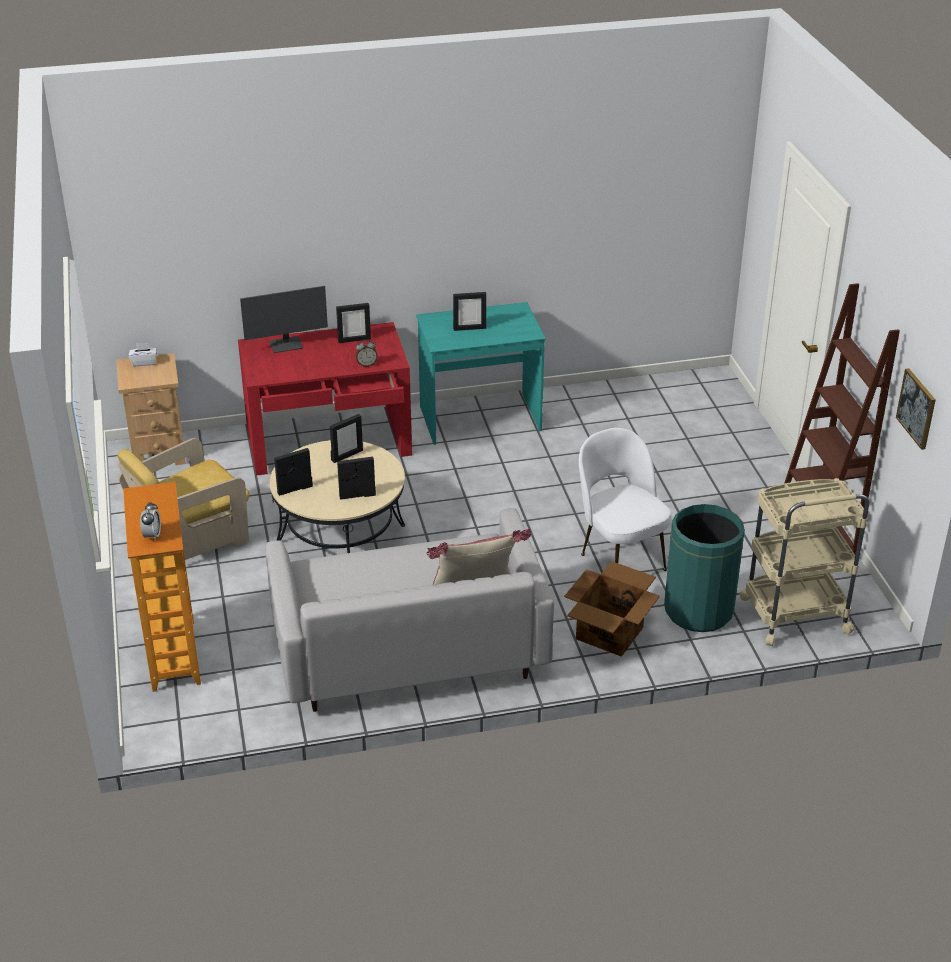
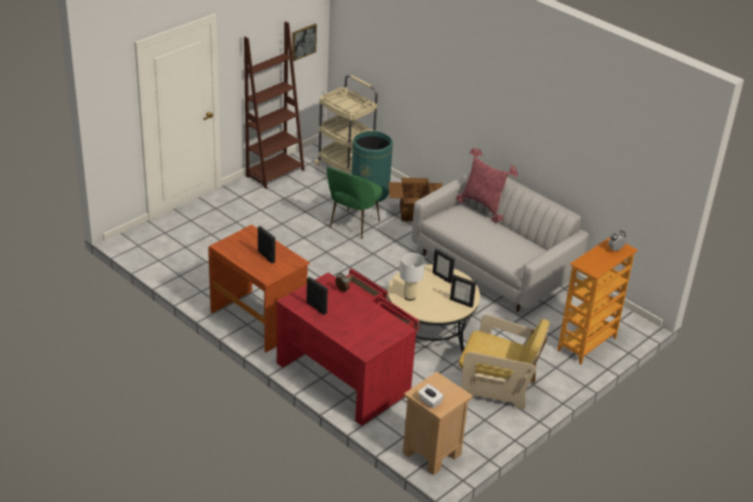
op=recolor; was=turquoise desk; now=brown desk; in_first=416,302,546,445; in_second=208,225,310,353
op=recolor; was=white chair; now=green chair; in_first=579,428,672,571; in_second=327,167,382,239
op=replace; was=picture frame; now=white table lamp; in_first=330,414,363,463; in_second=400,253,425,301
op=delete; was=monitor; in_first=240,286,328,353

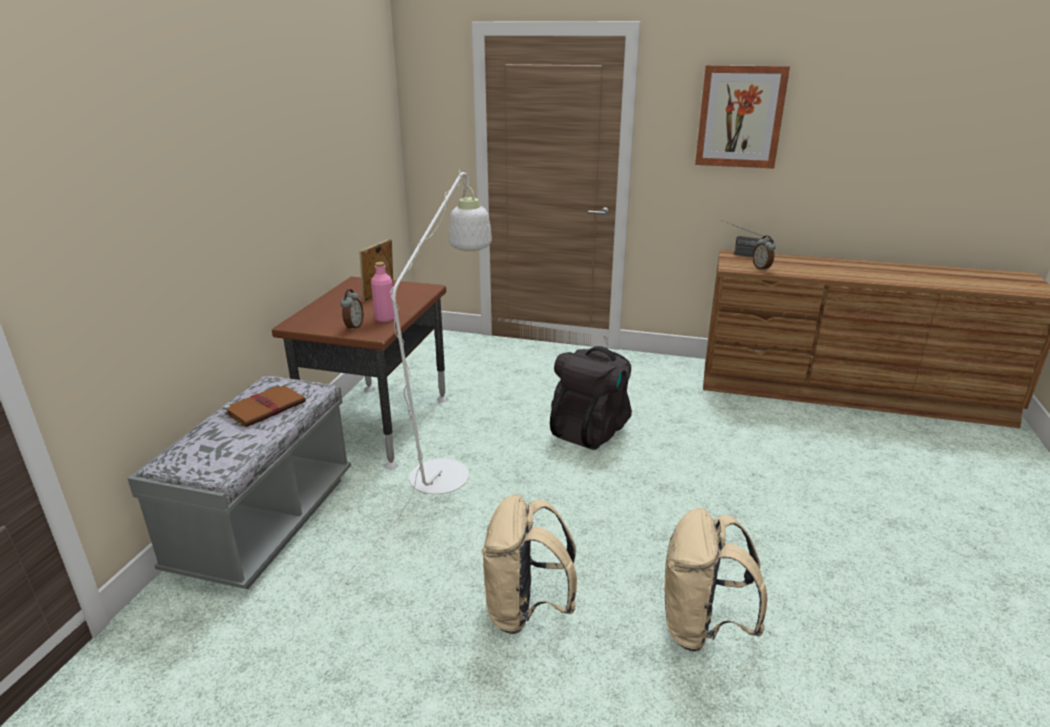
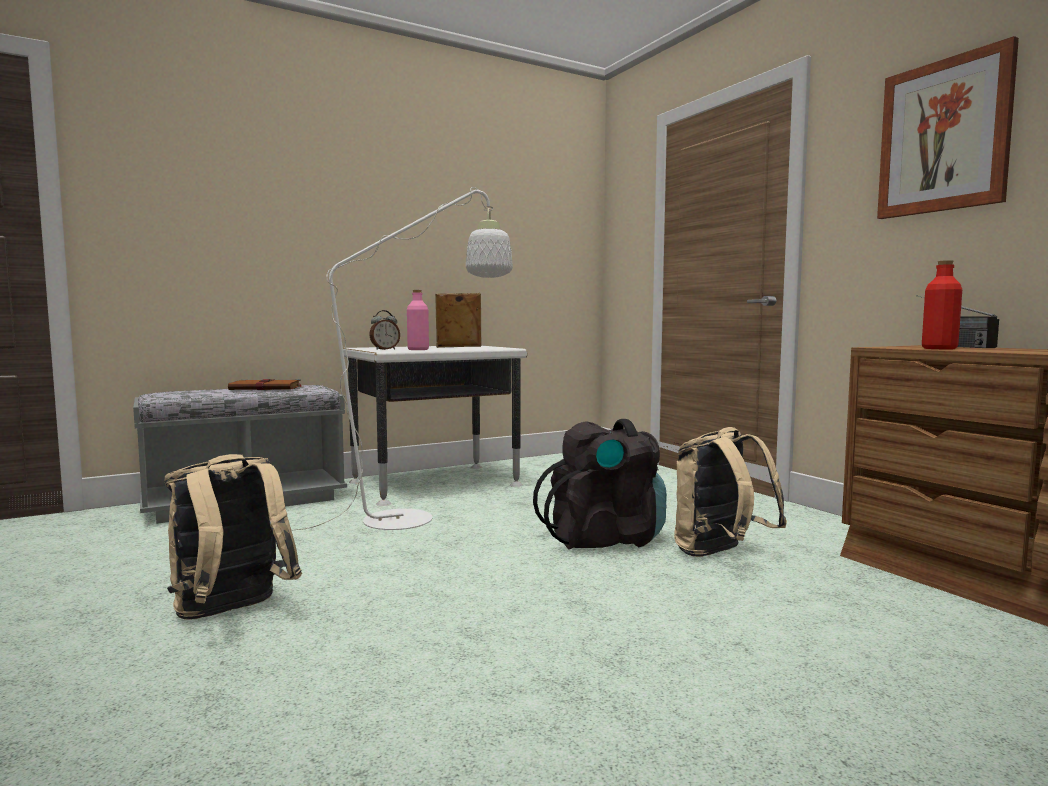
op=recolor; was=brown desk; now=white desk; in_first=272,277,449,470; in_second=343,346,527,506
op=move; was=beige backpack; in_first=664,508,768,652; in_second=674,427,787,557
op=replace; was=alarm clock; now=red bottle; in_first=753,236,776,271; in_second=922,260,962,349

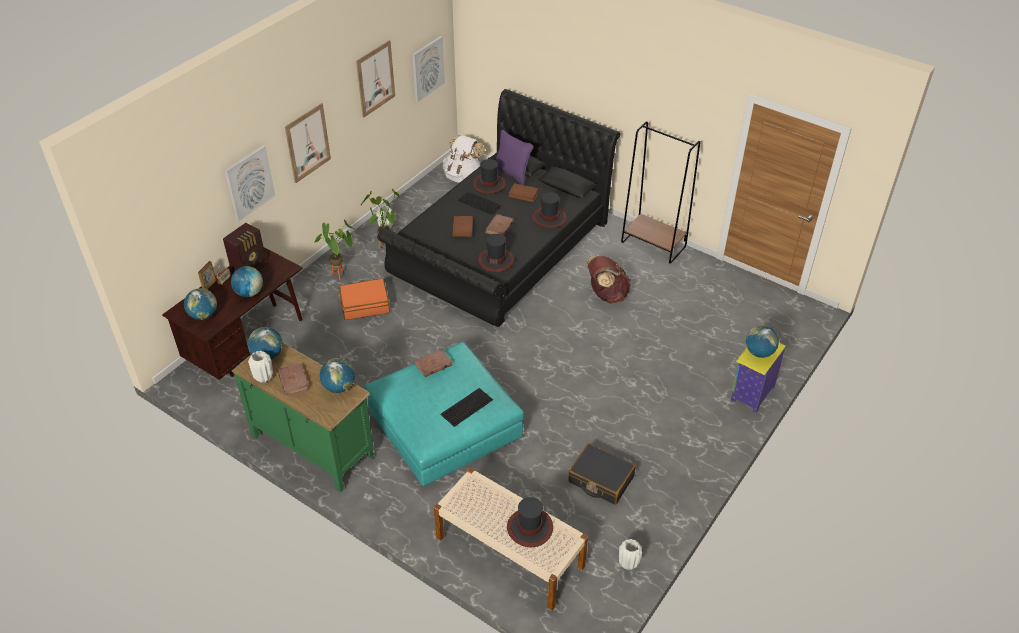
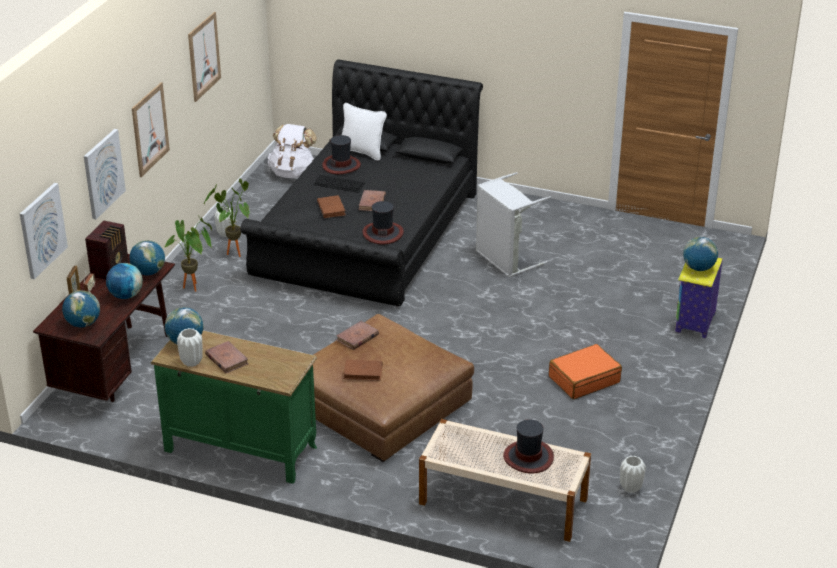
op=move; was=picture; in_first=412,36,445,102; in_second=20,183,68,279
op=move; was=globe; in_first=320,358,355,393; in_second=129,240,165,275
op=recolor; was=turquoise ottoman; now=brown ottoman; in_first=364,342,524,486; in_second=313,314,474,462
op=recolor; was=purple pillow; now=white pillow; in_first=495,130,533,185; in_second=342,103,387,160
op=move; was=brown book; in_first=508,183,539,202; in_second=343,359,382,381
op=replace; was=brown backpack; now=grey laundry basket; in_first=586,255,631,304; in_second=476,172,551,277
op=move; was=orange suitcase; in_first=339,278,390,320; in_second=549,344,622,399
op=delete; was=keyboard; in_first=440,388,493,427
op=delete; was=hat; in_first=532,192,567,228
op=delete; was=black suitcase; in_first=568,443,636,505
op=delete; was=clothes rack; in_first=621,121,700,264

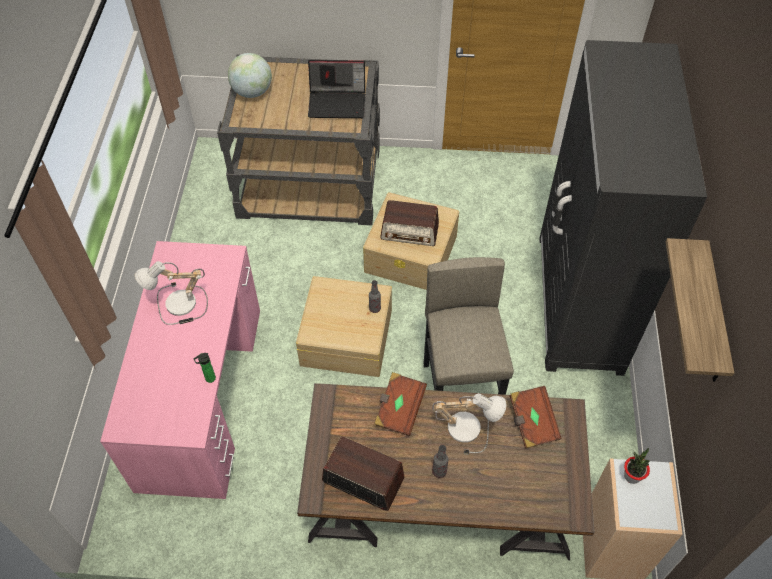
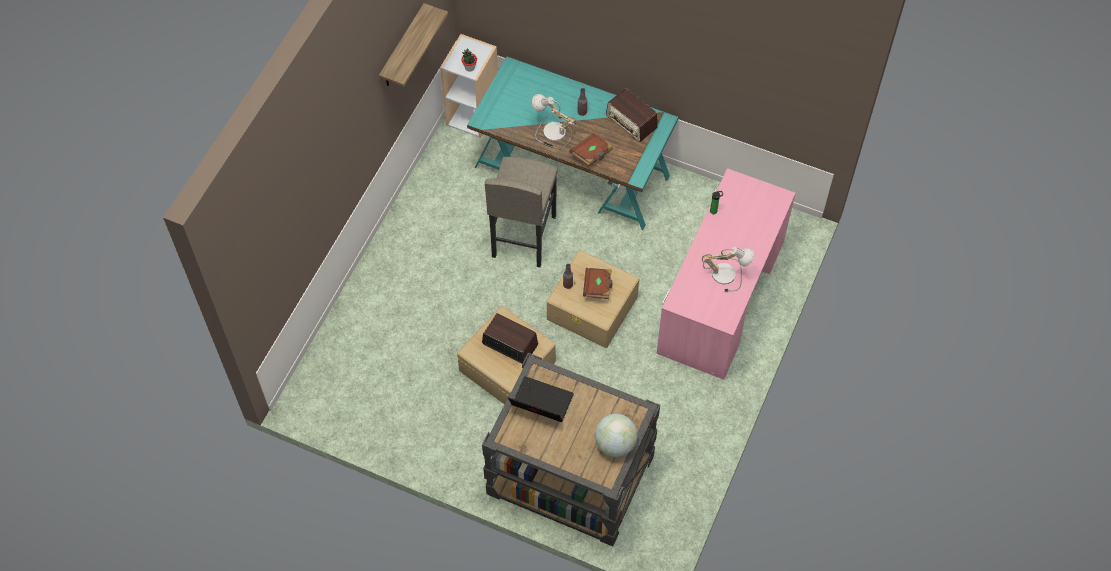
op=recolor; was=brown desk; now=turquoise desk; in_first=297,383,594,560; in_second=467,57,678,230
op=move; was=brown book; in_first=509,386,562,448; in_second=583,268,612,299
op=delete; was=black cabinet; in_first=539,40,707,376

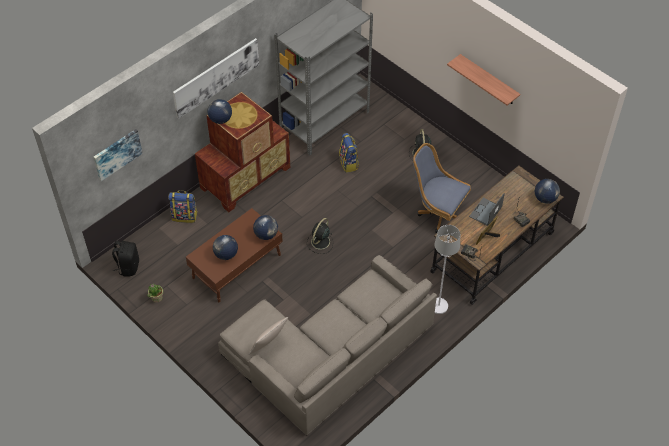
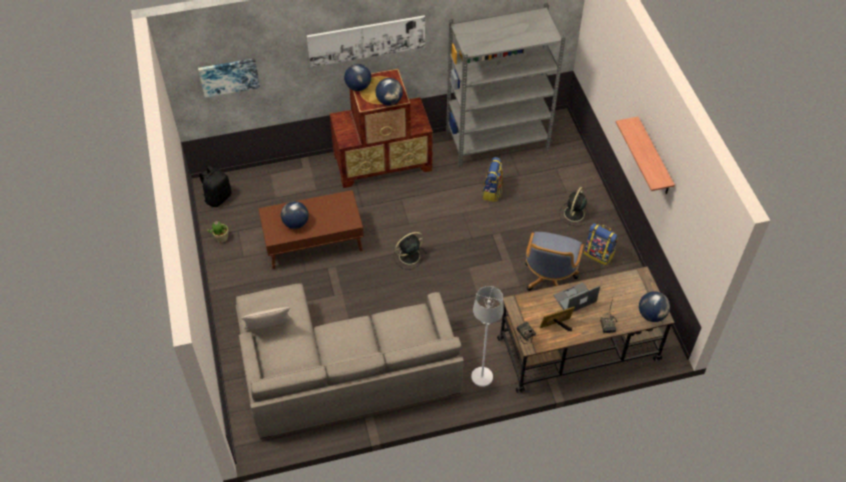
op=move; was=globe; in_first=253,215,278,240; in_second=375,78,403,106
op=rotate; was=blue office chair; in_first=413,143,471,233; in_second=525,232,584,291; clockwise=-135
op=move; was=backpack; in_first=168,191,198,223; in_second=584,223,618,266

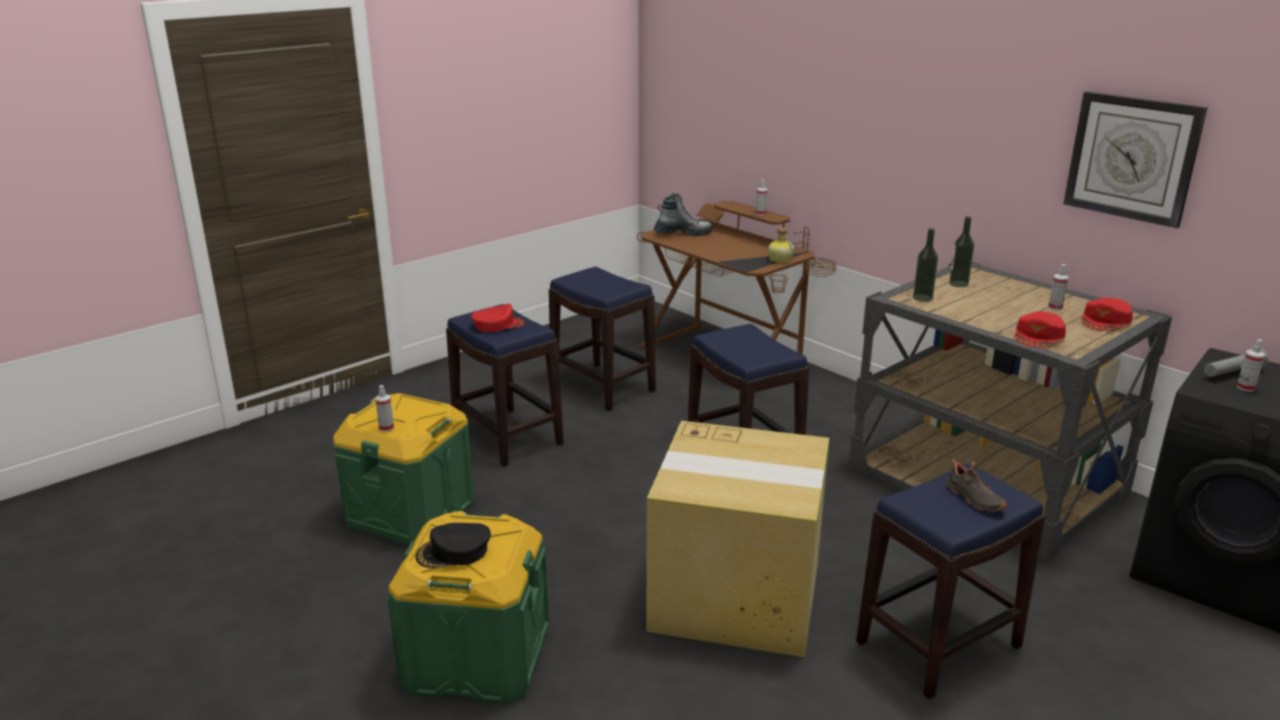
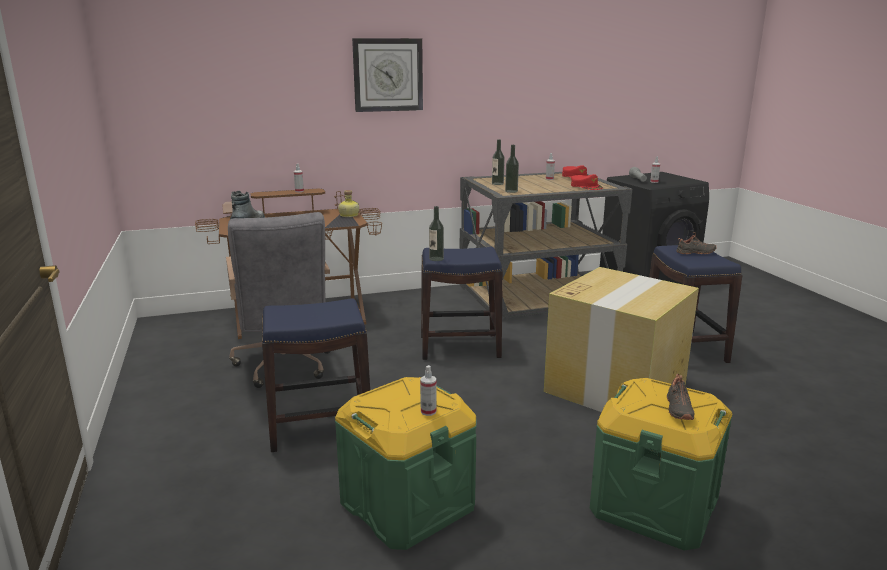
op=replace; was=stool; now=grey office chair; in_first=549,267,656,411; in_second=226,212,331,388
op=move; was=wall clock; in_first=1063,91,1208,228; in_second=352,38,423,112
op=insert; now=bottle; in_second=429,206,444,261
op=replace; was=black cap; now=black shoe; in_first=416,523,491,568; in_second=667,374,694,420
op=delete; was=red cap; in_first=471,304,525,332

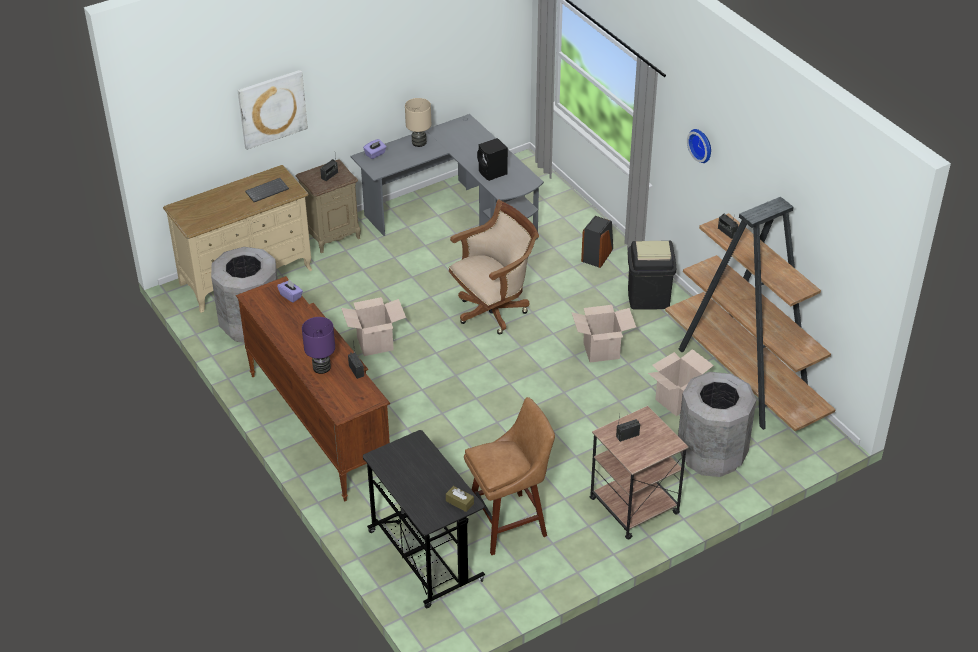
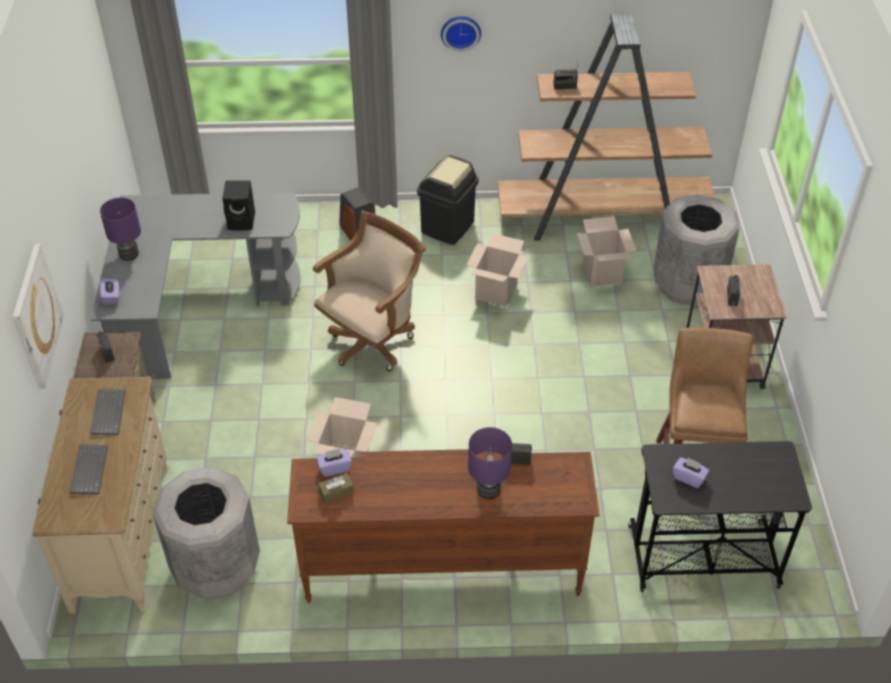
op=insert; now=keyboard; in_second=70,444,108,494
op=recolor; was=beige table lamp; now=purple table lamp; in_first=405,98,431,147; in_second=100,198,141,260
op=rotate; was=office chair; in_first=449,199,539,335; in_second=313,210,426,371; clockwise=45
op=move; was=brown tissue box; in_first=446,486,474,512; in_second=318,473,354,504
op=insert; now=purple tissue box; in_second=673,457,709,488

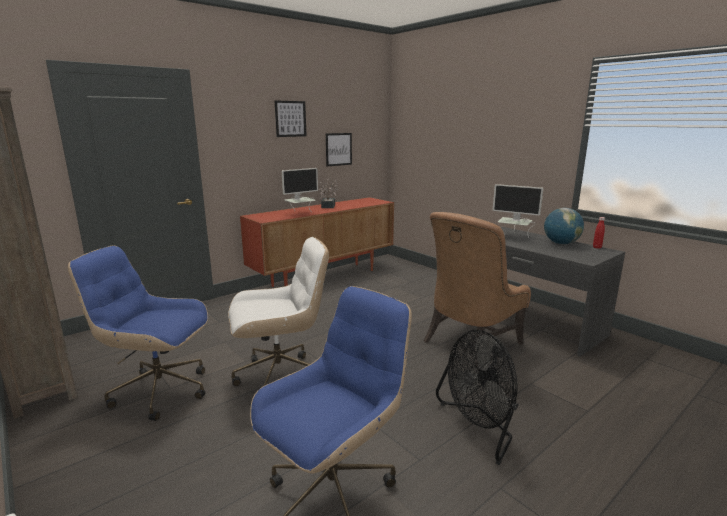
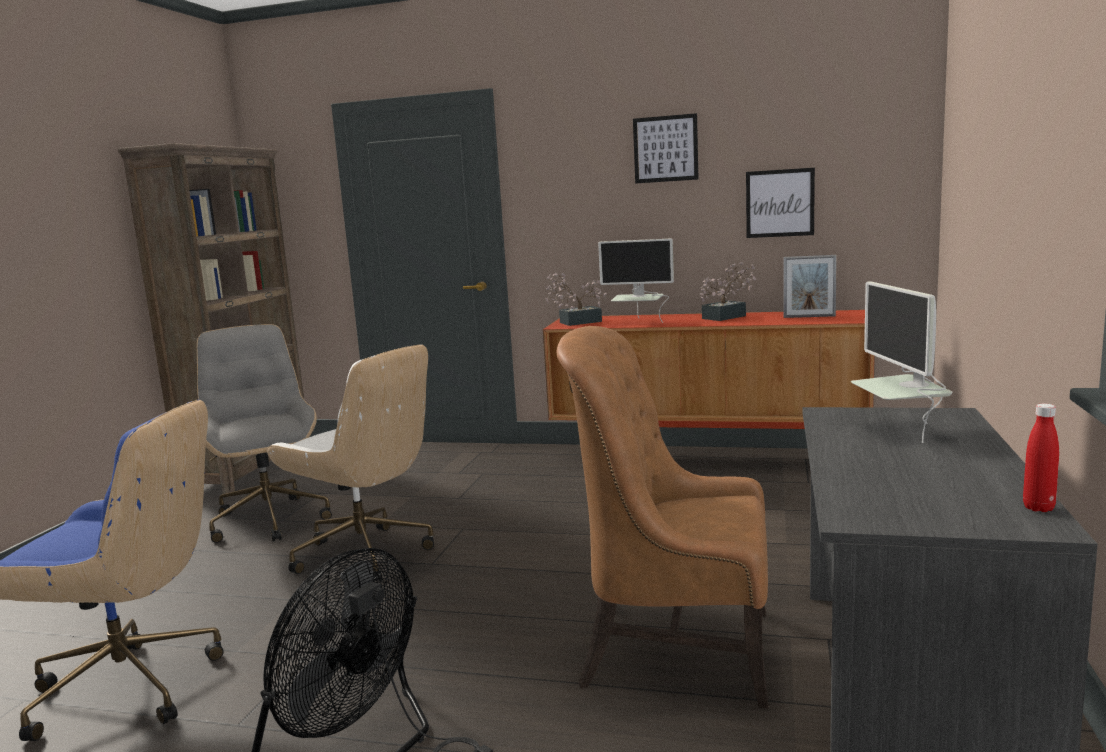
op=recolor; was=blue office chair; now=grey office chair; in_first=68,246,208,421; in_second=197,324,332,543
op=insert; now=potted plant; in_second=545,273,607,326
op=insert; now=picture frame; in_second=784,255,837,318
op=delete; was=globe; in_first=544,208,584,244

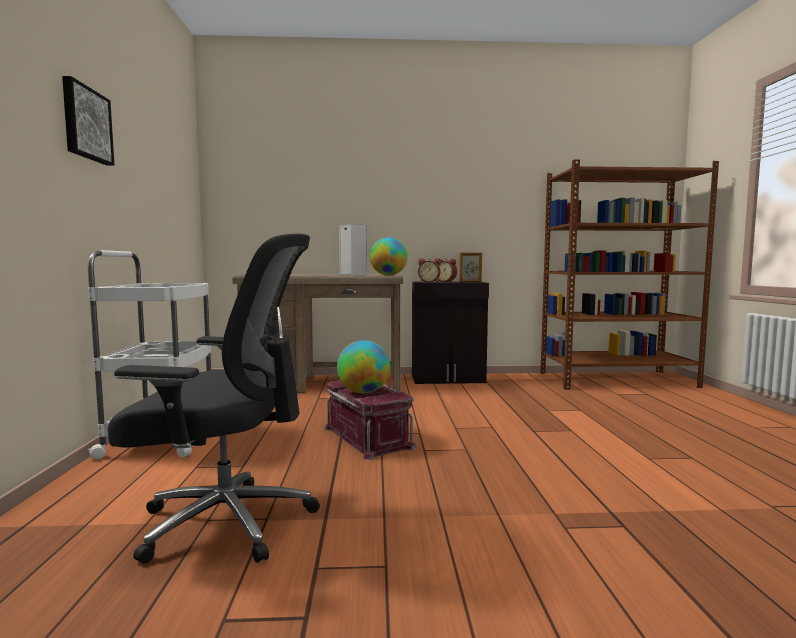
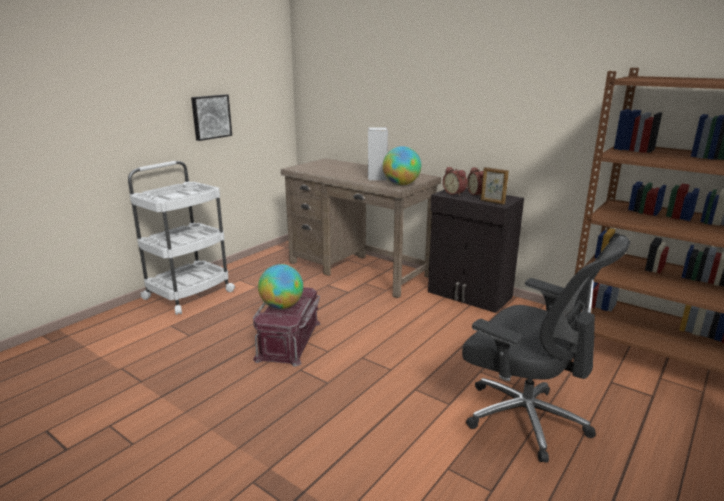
op=move; was=picture; in_first=62,76,114,166; in_second=191,94,232,141
op=move; was=office chair; in_first=108,234,320,564; in_second=462,235,630,463

